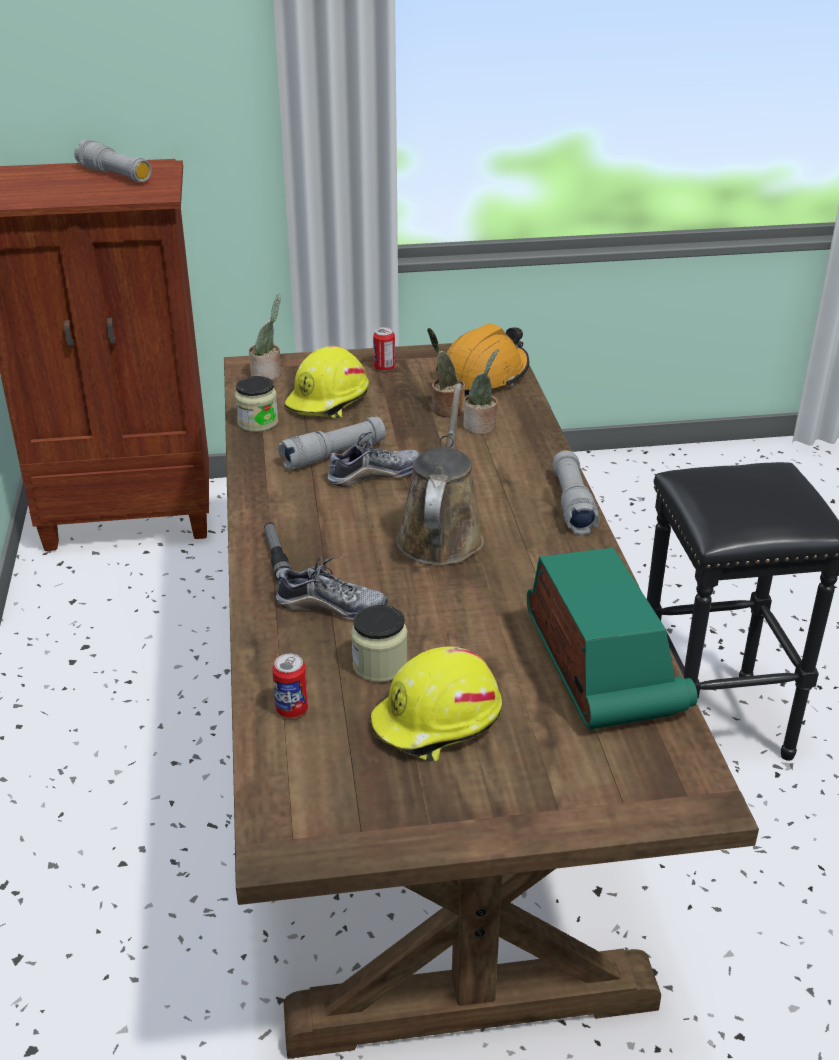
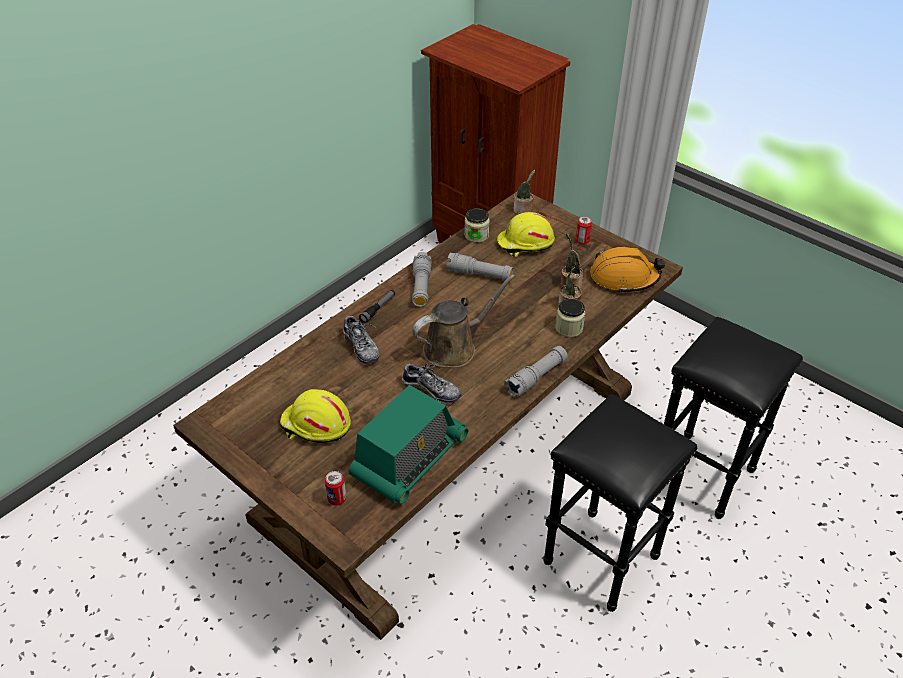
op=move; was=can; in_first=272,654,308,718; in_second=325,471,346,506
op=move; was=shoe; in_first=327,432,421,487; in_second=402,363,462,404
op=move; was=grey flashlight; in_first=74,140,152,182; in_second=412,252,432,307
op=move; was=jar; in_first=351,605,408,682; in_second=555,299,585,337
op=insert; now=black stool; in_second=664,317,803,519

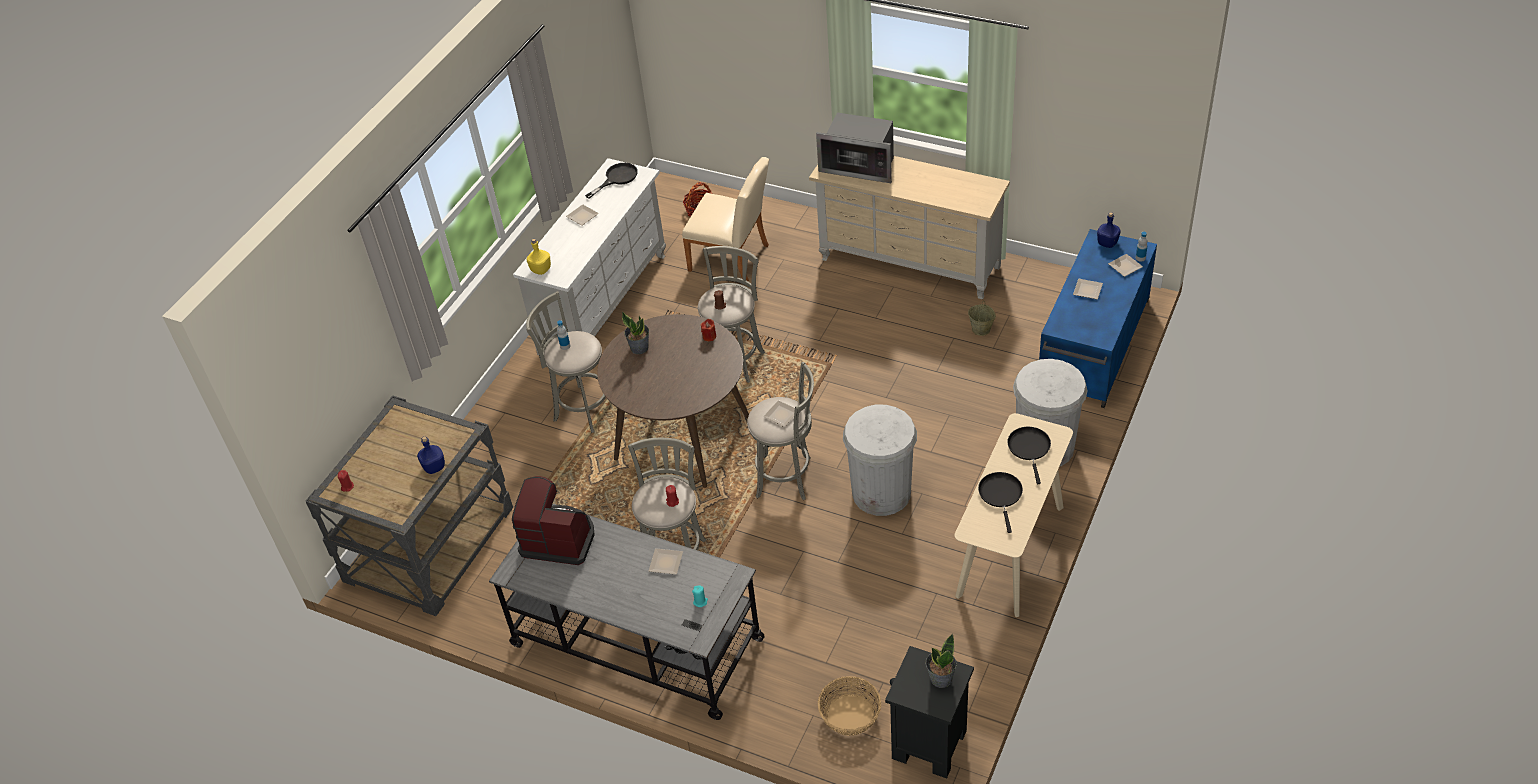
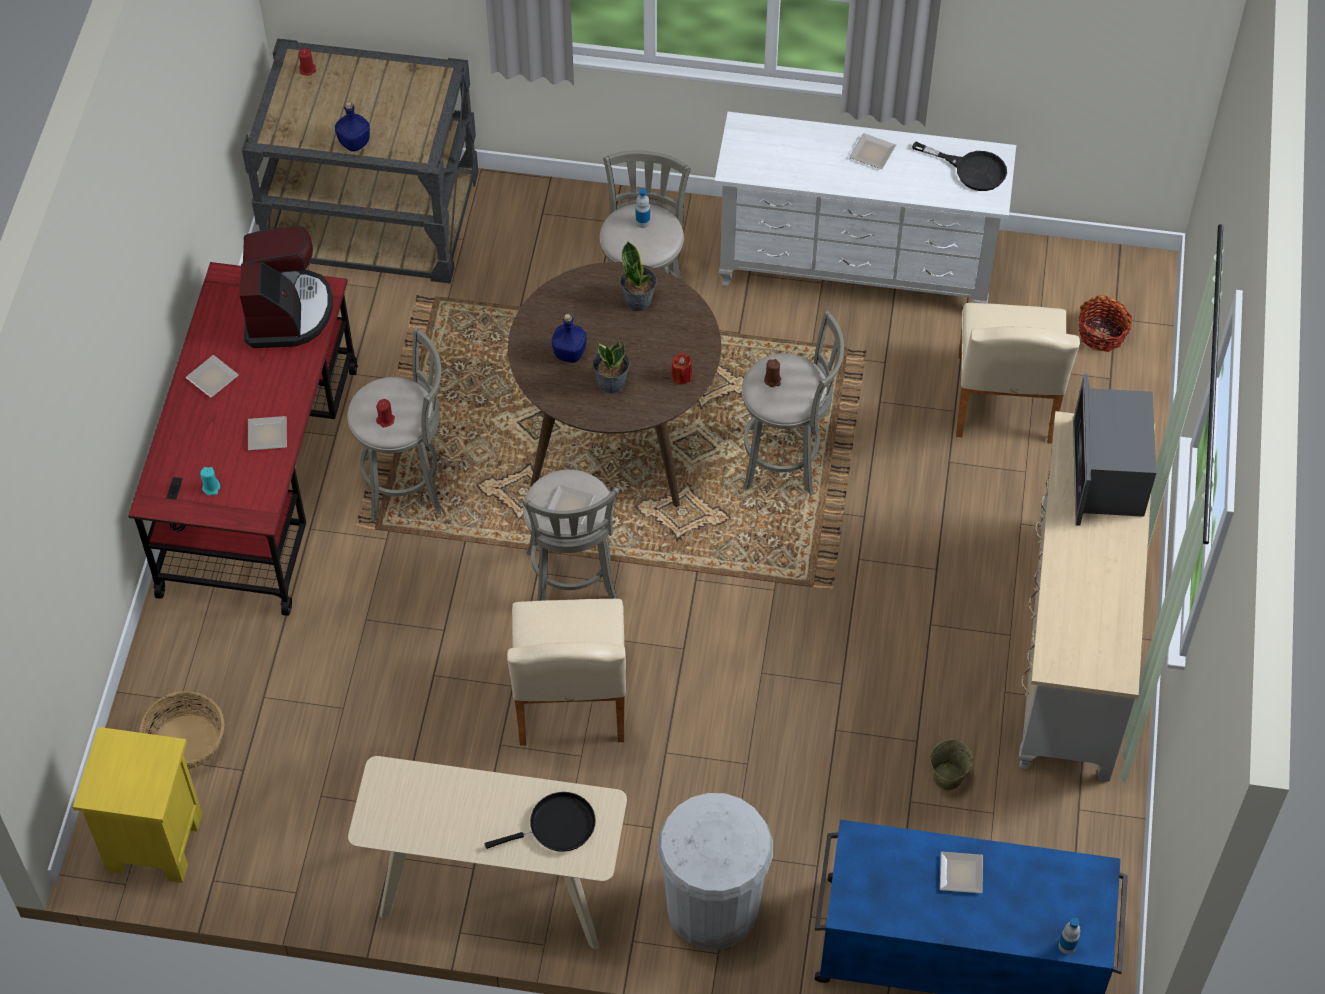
op=recolor; was=black nightstand; now=yellow nightstand; in_first=885,646,974,778; in_second=73,727,203,883
op=recolor; was=grey desk; now=red desk; in_first=489,504,765,720; in_second=128,262,358,616
op=move; was=plate; in_first=1108,254,1143,277; in_second=186,355,239,398
op=replace; was=white trash can; now=beige chair; in_first=843,405,917,516; in_second=507,599,626,746
op=move; was=blue bottle; in_first=1097,212,1121,248; in_second=552,314,587,363
op=move; was=potted plant; in_first=926,633,957,688; in_second=593,341,630,394
op=delete; was=yellow bottle; in_first=526,239,551,275
op=delete; was=black frying pan; in_first=978,472,1023,533

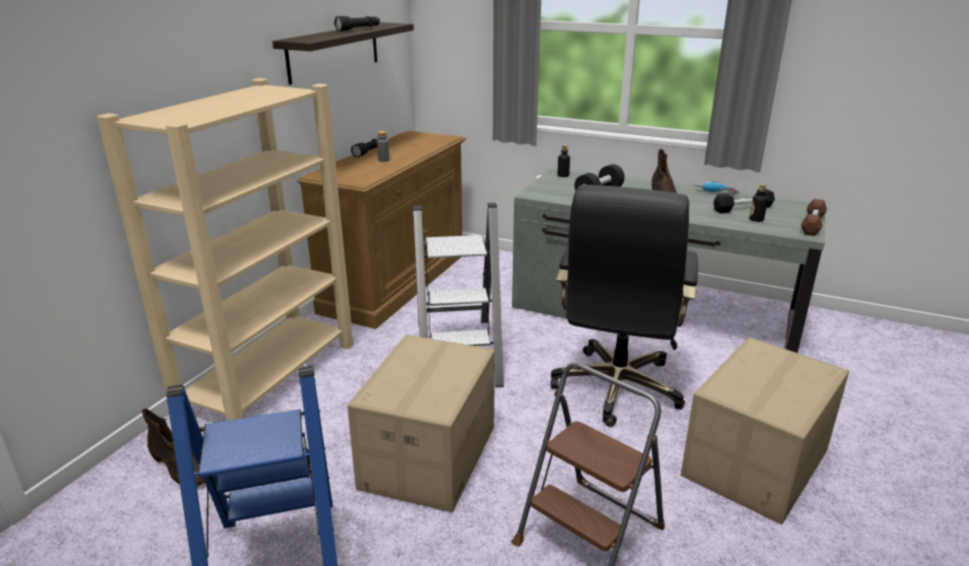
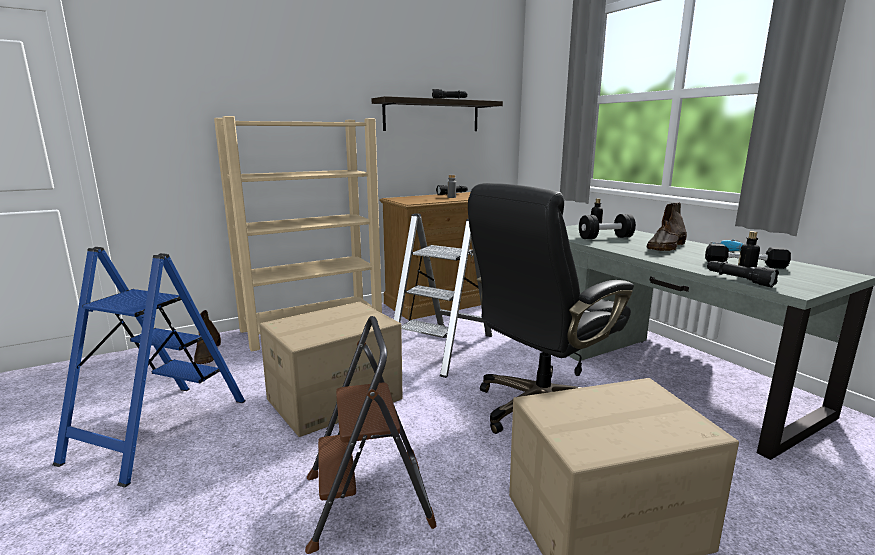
op=insert; now=black flashlight; in_second=707,260,779,287
op=delete; was=brown dumbbell; in_first=801,199,827,236

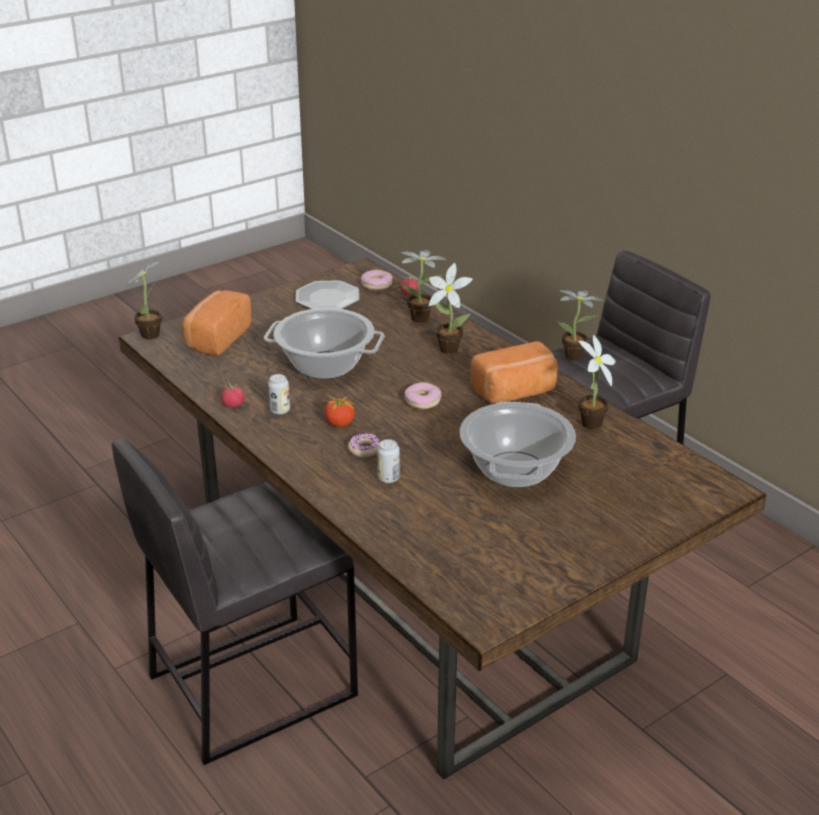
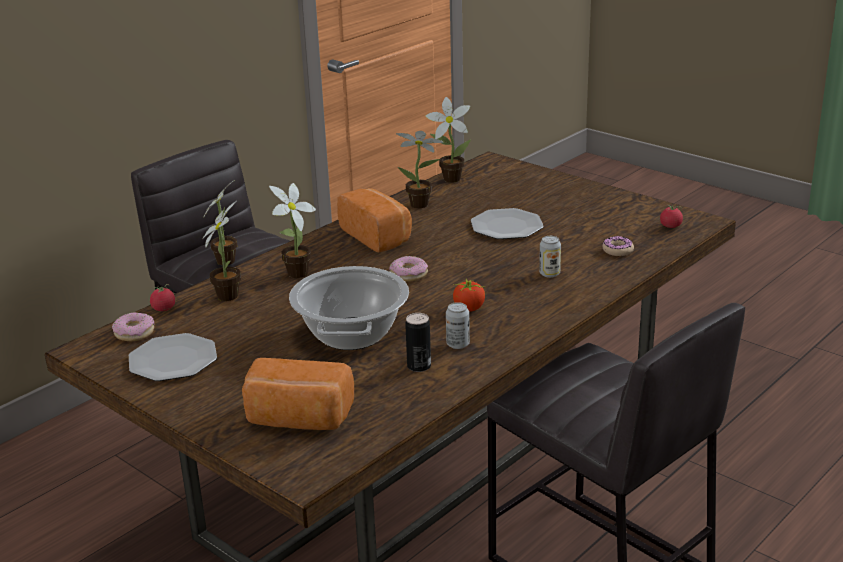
op=insert; now=can; in_second=405,313,431,372
op=move; was=potted plant; in_first=123,259,162,339; in_second=426,97,471,183
op=replace; was=cooking pot; now=plate; in_first=460,402,576,488; in_second=471,208,544,239
op=move; was=donut; in_first=348,433,380,457; in_second=603,236,634,256
op=move; was=tomato; in_first=221,384,245,408; in_second=660,205,683,228

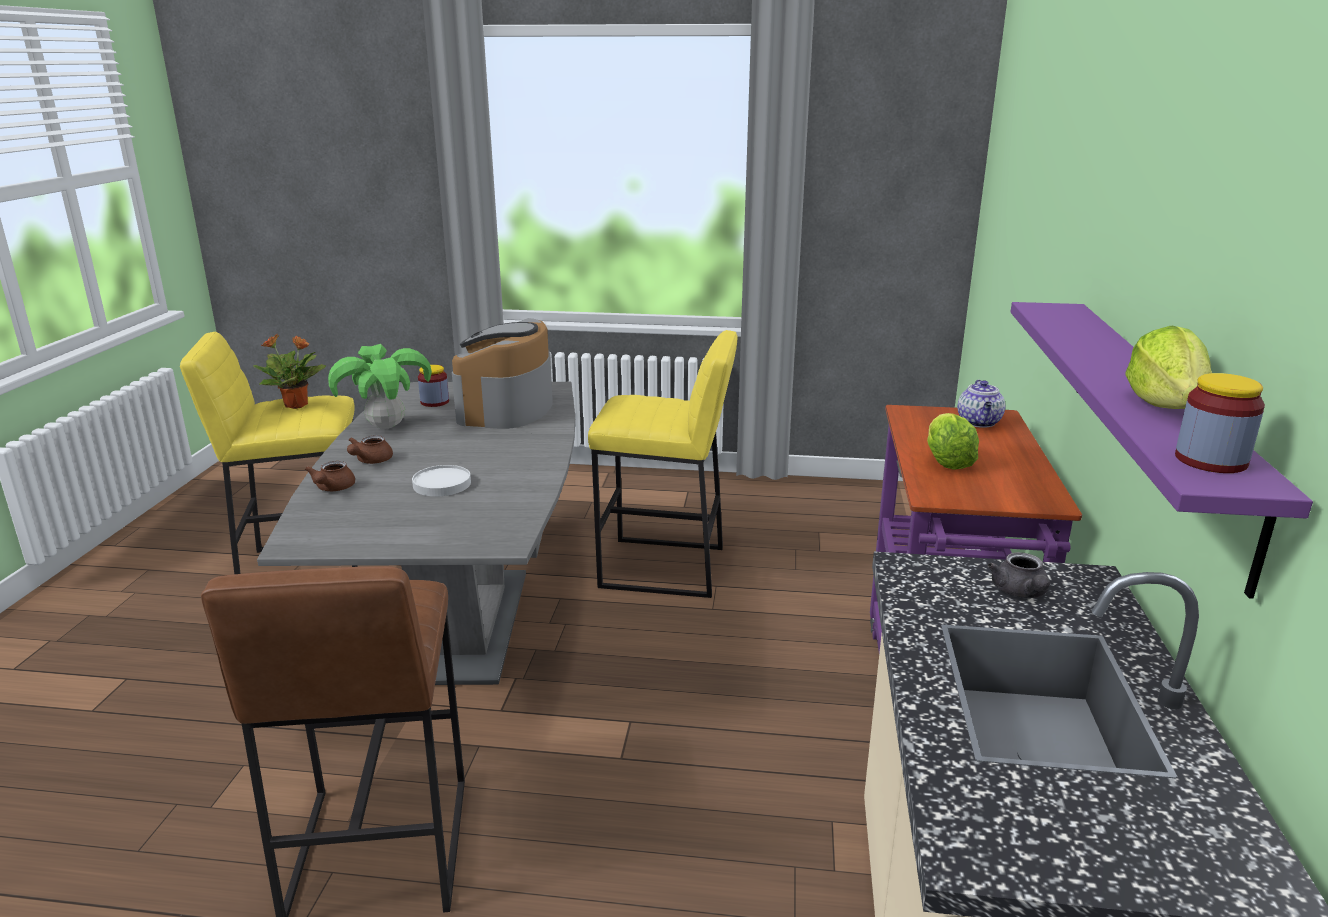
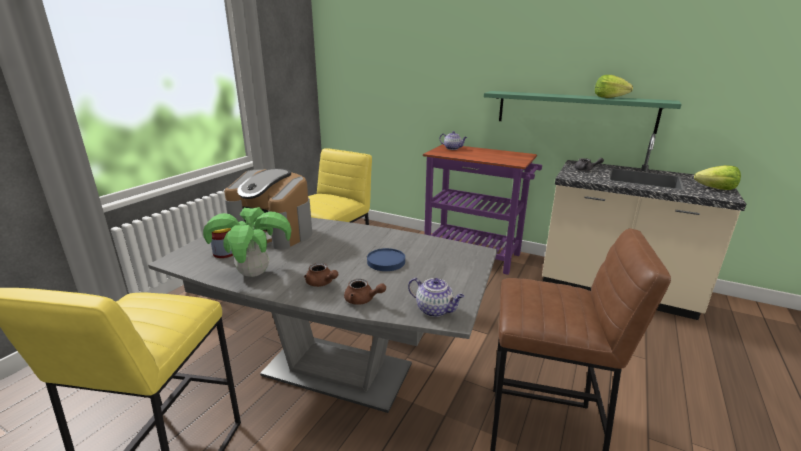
op=recolor; was=white plate; now=blue plate; in_first=412,465,471,497; in_second=367,248,405,271
op=insert; now=teapot; in_second=408,278,464,317
op=recolor; was=purple shelf; now=green shelf; in_first=1010,302,1313,599; in_second=484,91,682,134
op=move; was=lettuce; in_first=927,413,979,470; in_second=694,165,741,190
op=delete; was=potted plant; in_first=253,334,326,409
op=delete; was=jar; in_first=1175,373,1265,473

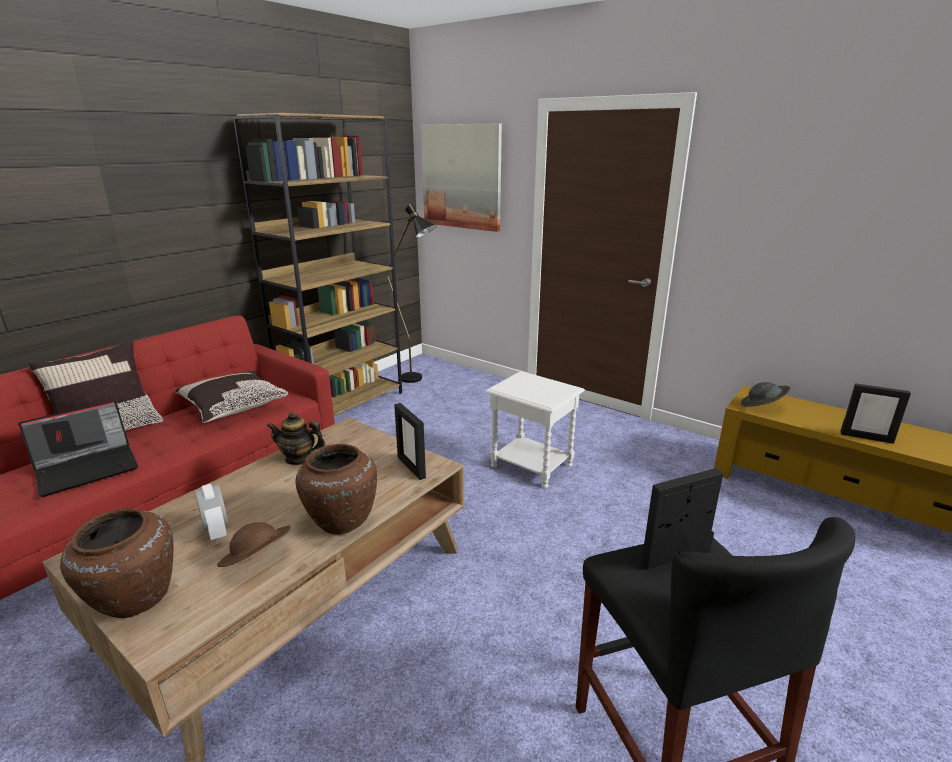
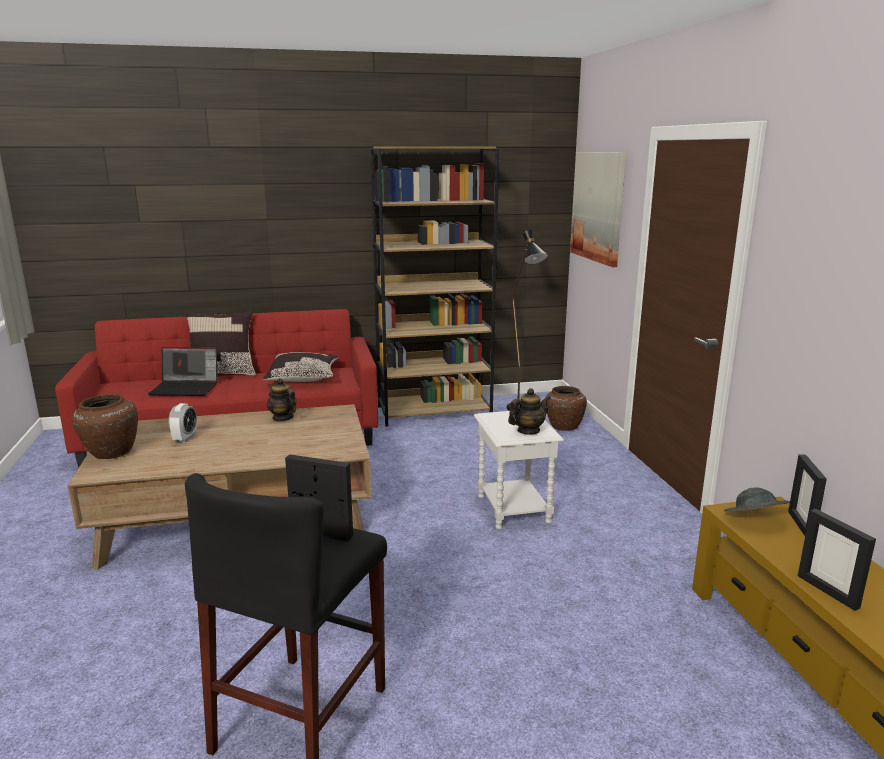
op=insert; now=teapot; in_second=508,388,550,434
op=move; was=brown vase; in_first=296,444,377,535; in_second=546,386,587,431
op=move; was=picture frame; in_first=394,403,426,480; in_second=788,454,827,536
op=delete; was=brown hat; in_first=217,522,291,567

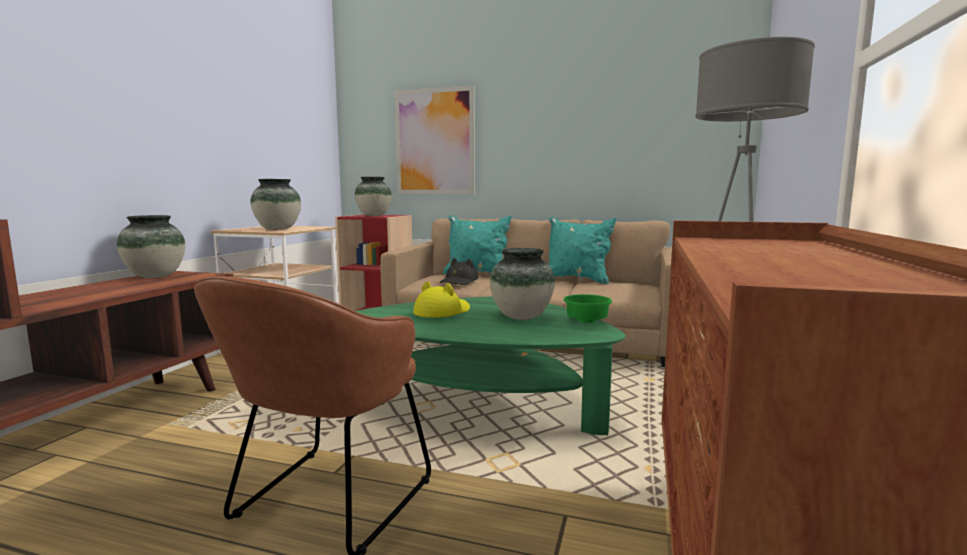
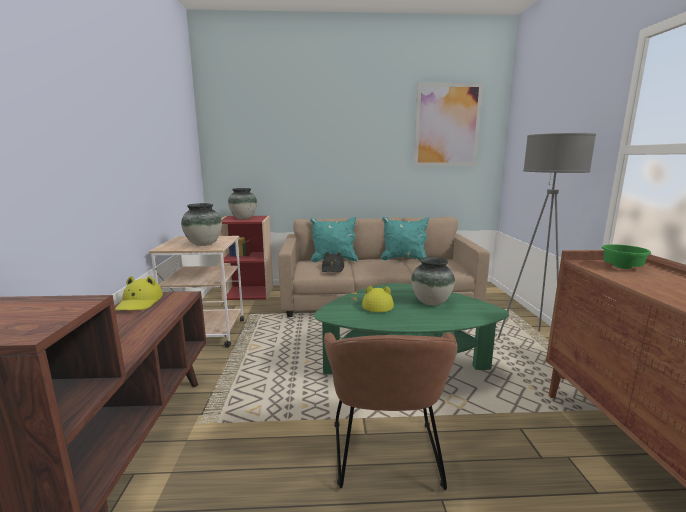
op=replace; was=vase; now=yellow hat; in_first=117,215,185,278; in_second=115,276,163,311
op=move; was=picture; in_first=394,85,475,194; in_second=414,83,483,166
op=move; was=green bowl; in_first=564,294,612,323; in_second=602,244,651,269

